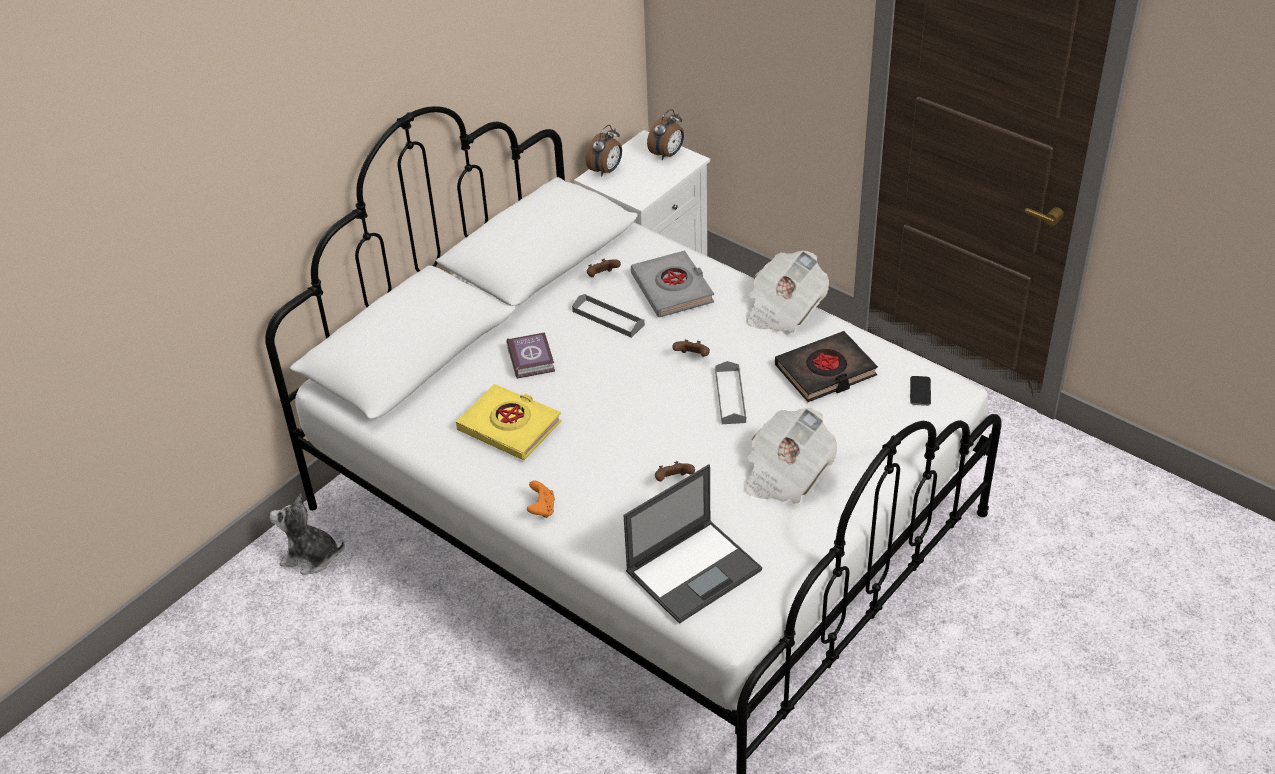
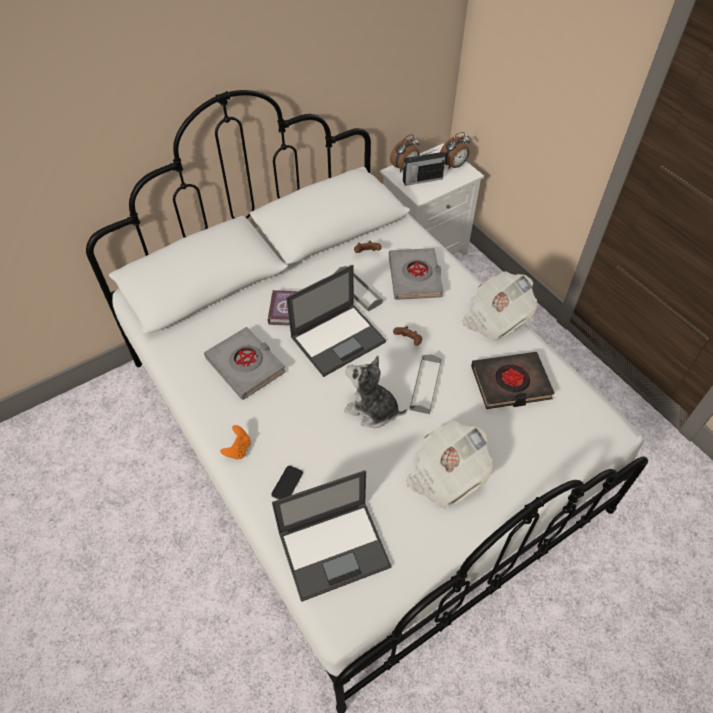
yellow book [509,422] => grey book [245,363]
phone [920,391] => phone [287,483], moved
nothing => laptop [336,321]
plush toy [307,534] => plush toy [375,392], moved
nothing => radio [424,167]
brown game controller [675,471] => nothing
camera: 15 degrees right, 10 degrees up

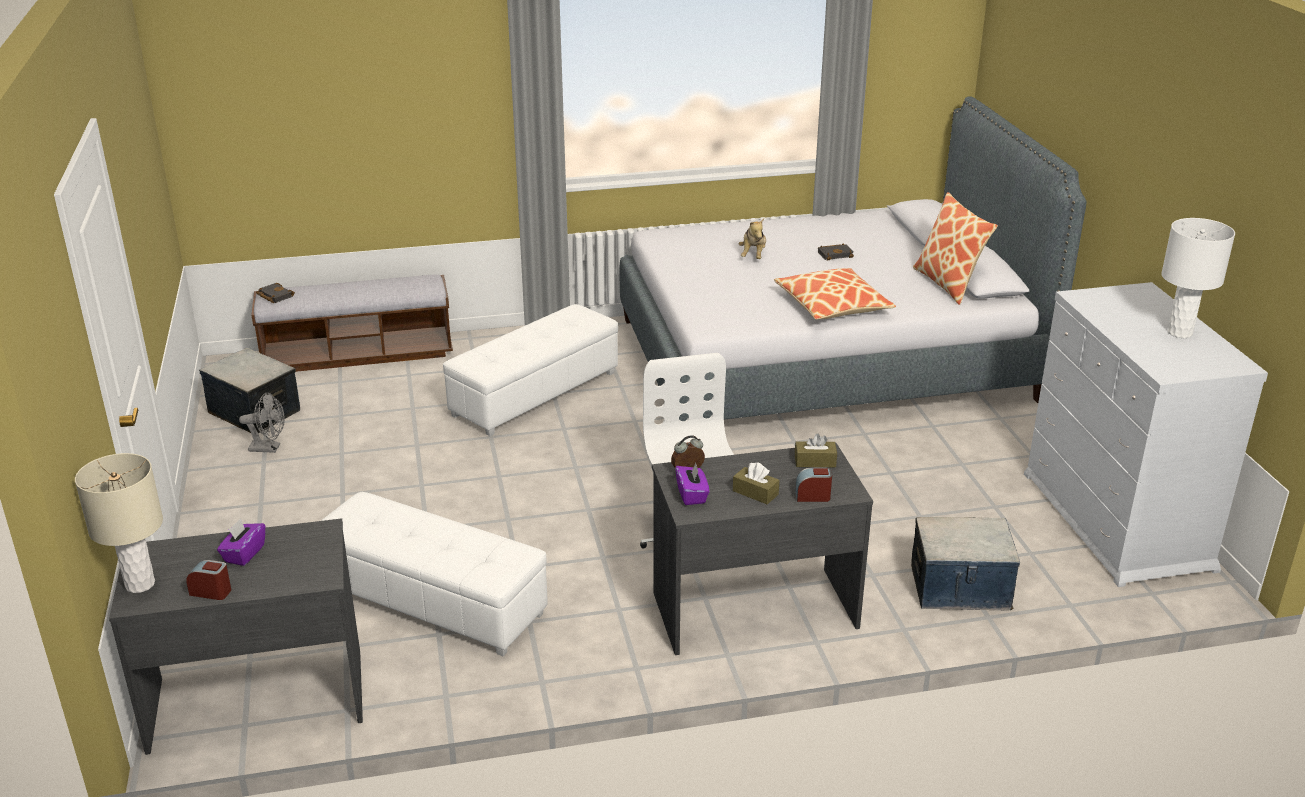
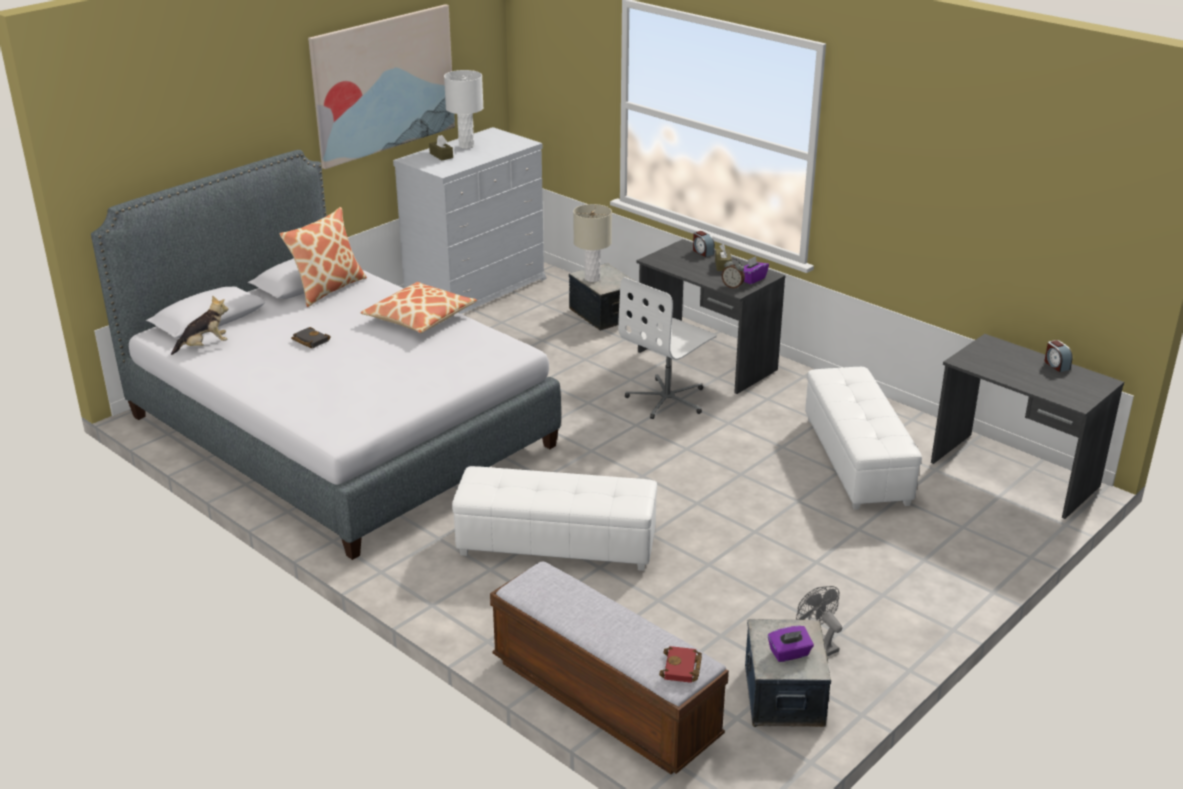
plush toy [752,238] => plush toy [199,325], moved
nothing => picture [381,86]
brown tissue box [816,450] => brown tissue box [441,147], moved
beige table lamp [119,523] => beige table lamp [592,243], moved
black book [275,293] => red book [680,664]
purple tissue box [241,542] => purple tissue box [791,644], moved
camera: 125 degrees left, 0 degrees up

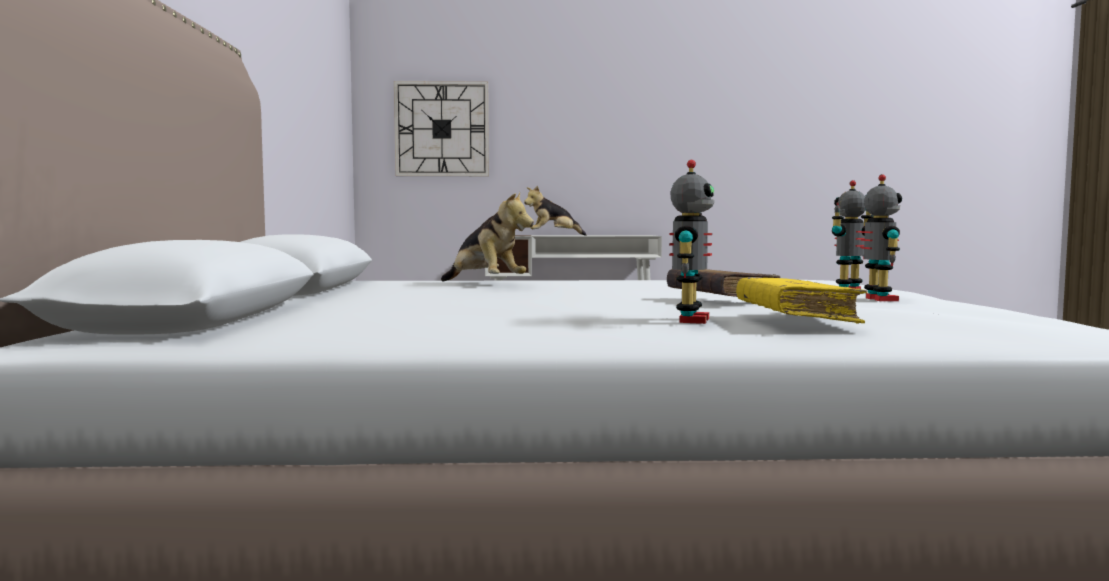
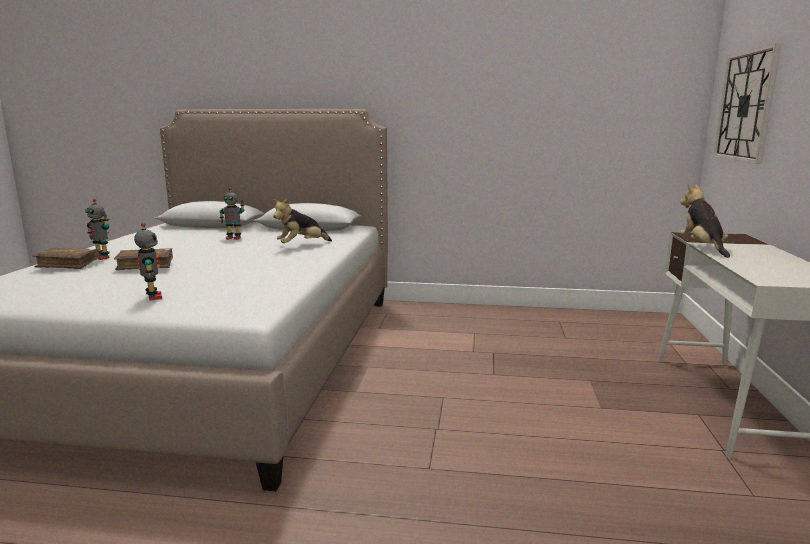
yellow book [801,300] => brown book [65,258]
toy robot [881,237] => toy robot [232,214], moved
camera: 100 degrees right, 10 degrees up

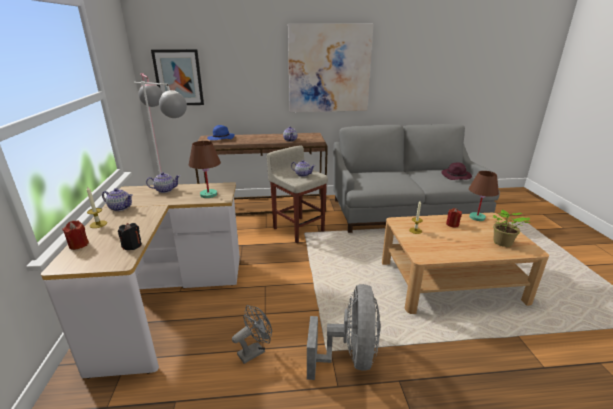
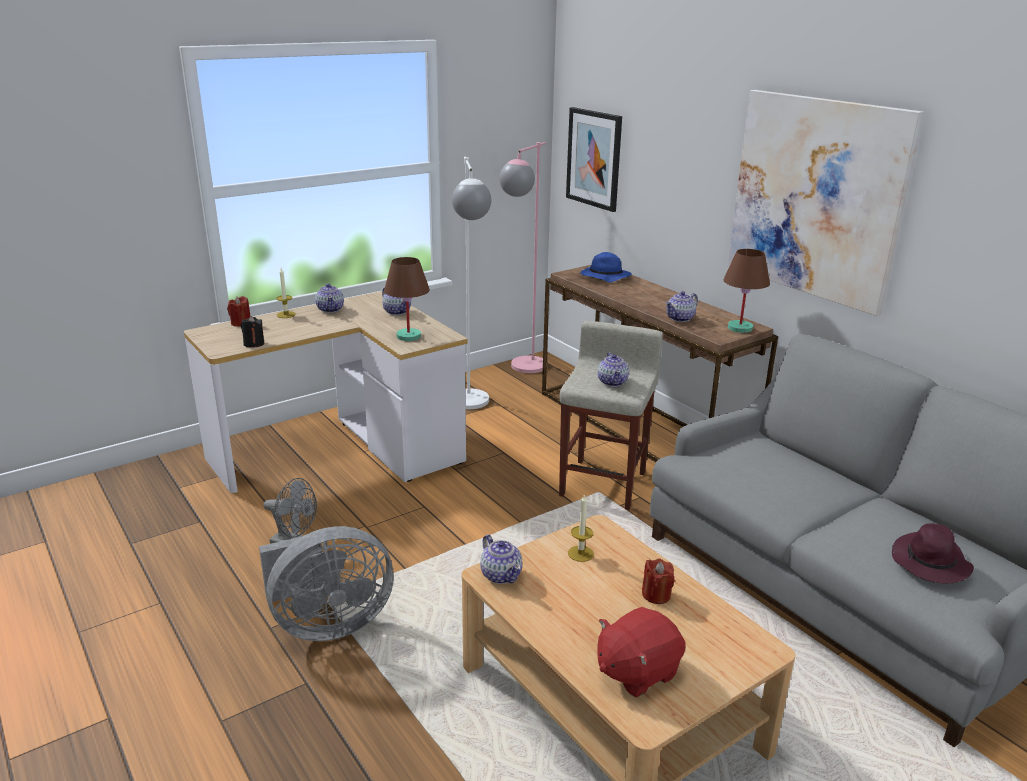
nothing => teapot [501,559]
potted plant [511,228] => red plush toy [641,652]
brown table lamp [484,196] => brown table lamp [746,291], moved
camera: 60 degrees right, 0 degrees up

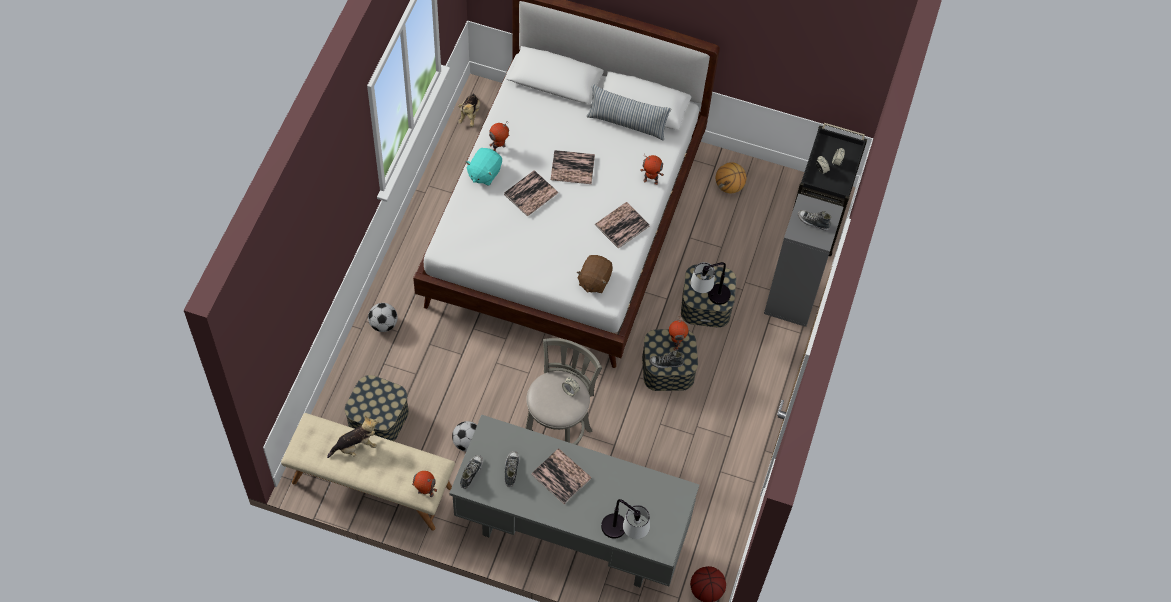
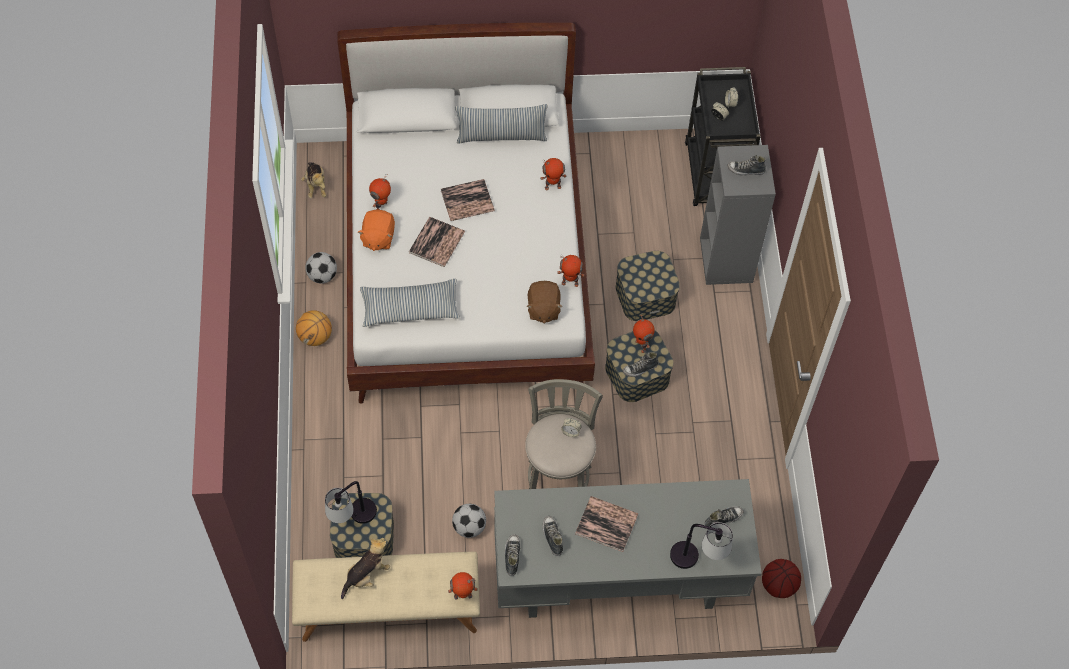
basketball [731,177] => basketball [314,328], moved
football [383,317] => football [321,268], moved
table lamp [710,283] => table lamp [351,502], moved
turquoise plush toy [484,166] => orange plush toy [376,230]
nothing => pillow [410,303]
nothing => toy robot [570,270]
nothing => shoe [723,516]
book [622,225] => nothing
camera: 20 degrees left, 0 degrees up

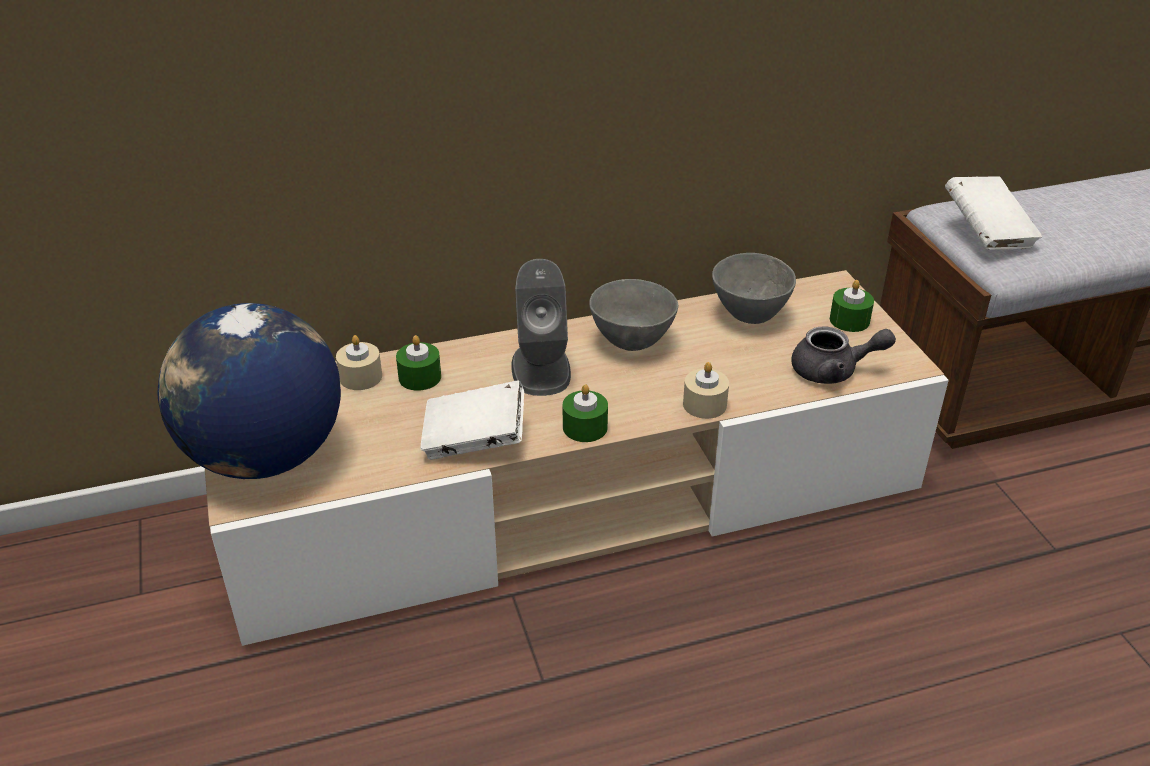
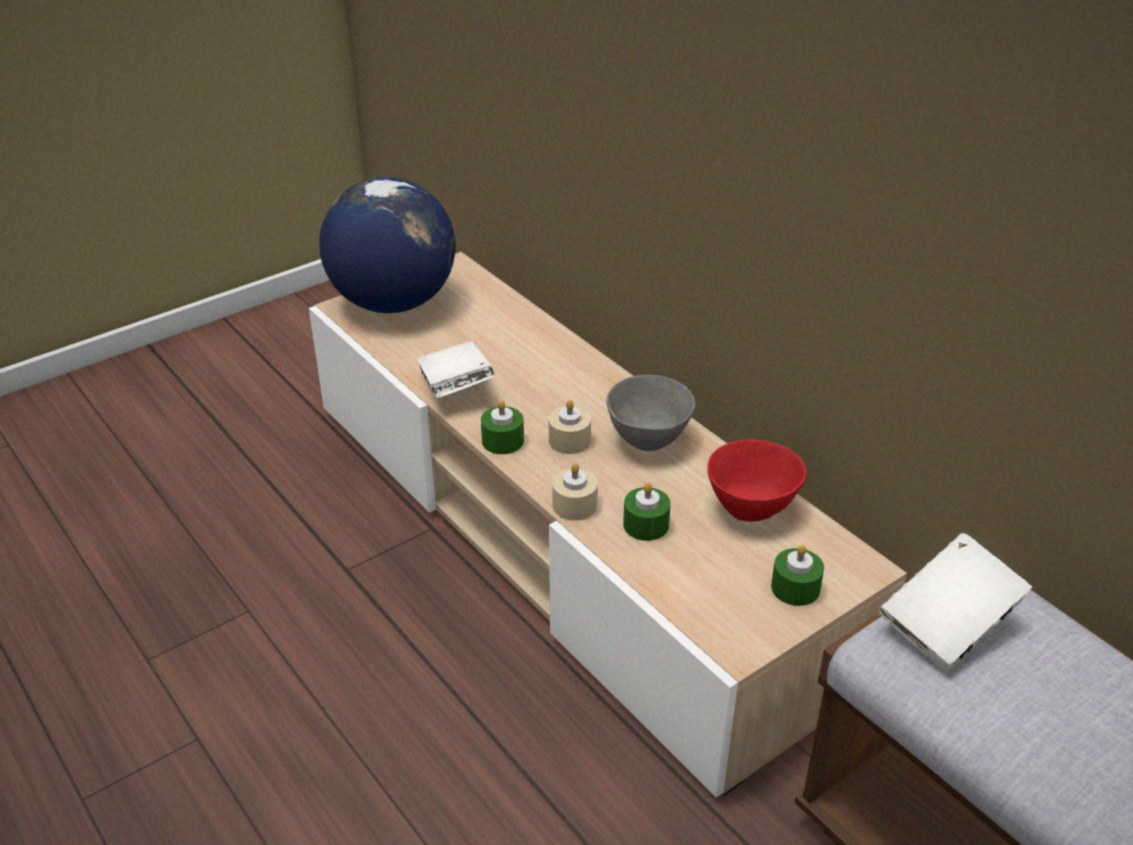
beige candle [359,362] => beige candle [570,427], moved
green candle [418,363] => green candle [647,512], moved
grey bowl [754,288] => red bowl [757,480]
grey speaker [541,327] => nothing
grey teapot [843,355] => nothing
camera: 70 degrees right, 0 degrees up

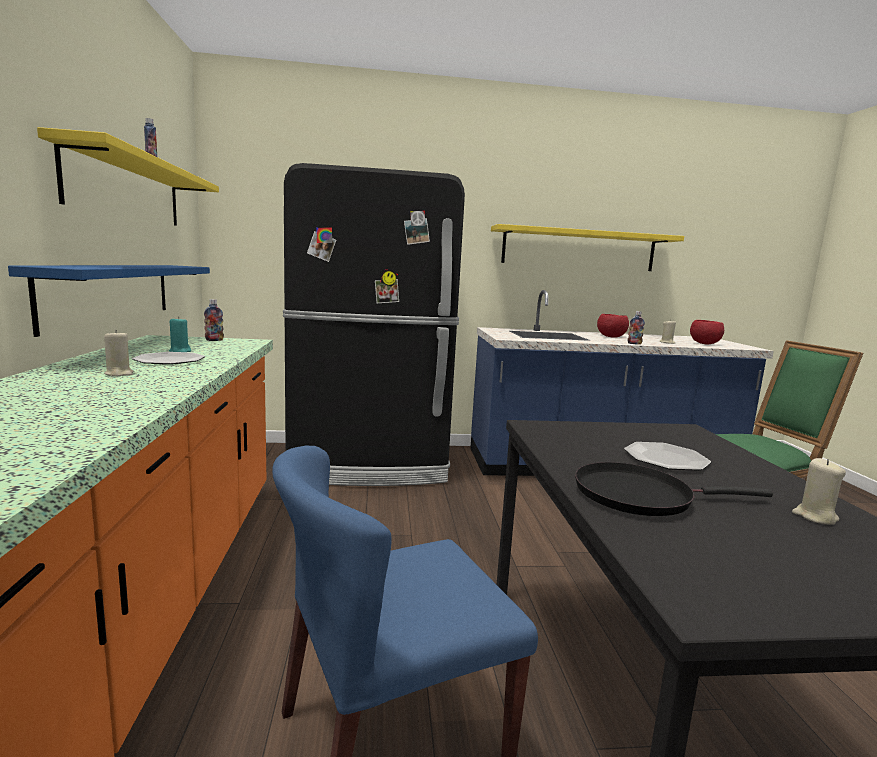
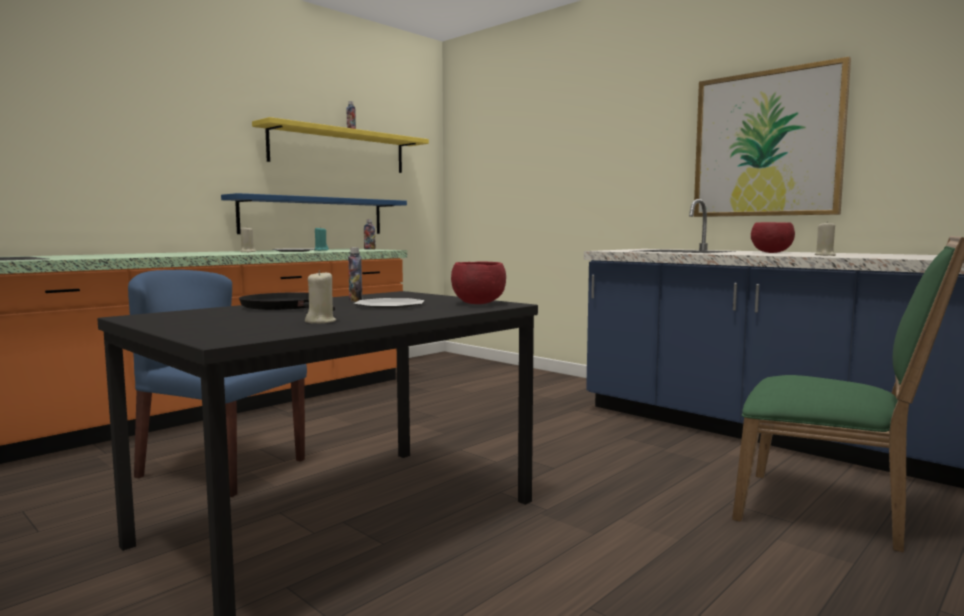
bottle [636,328] => bottle [355,275], moved
red bowl [707,332] => red bowl [478,283], moved
yellow shelf [587,247] => picture [772,137]
black fridge [374,324] => nothing
camera: 50 degrees right, 5 degrees down

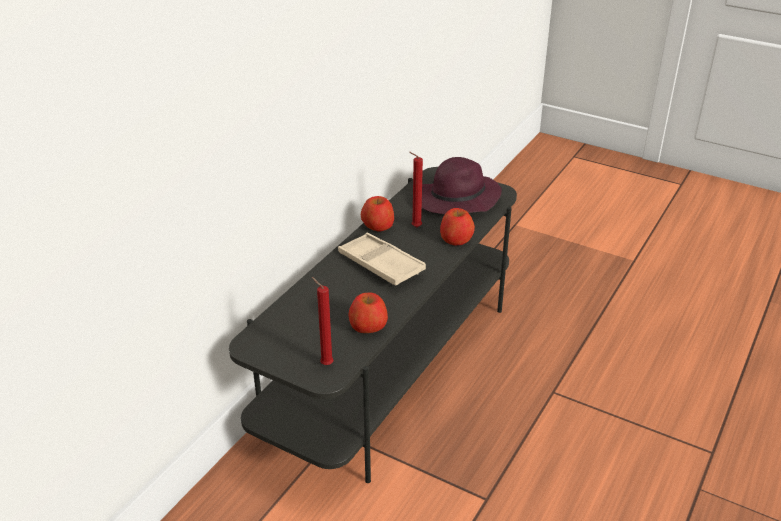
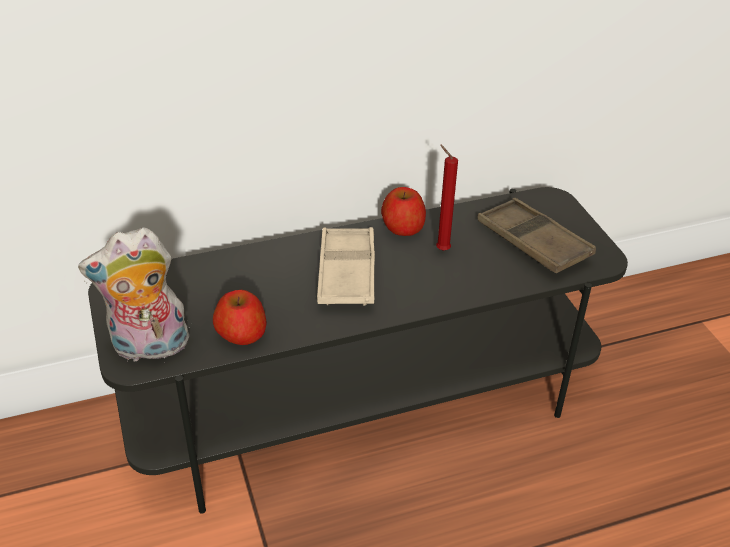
red candle [323,321] => plush toy [134,295]
purple hat [462,185] => brown tray [536,235]
apple [457,227] => nothing
camera: 40 degrees right, 5 degrees up

